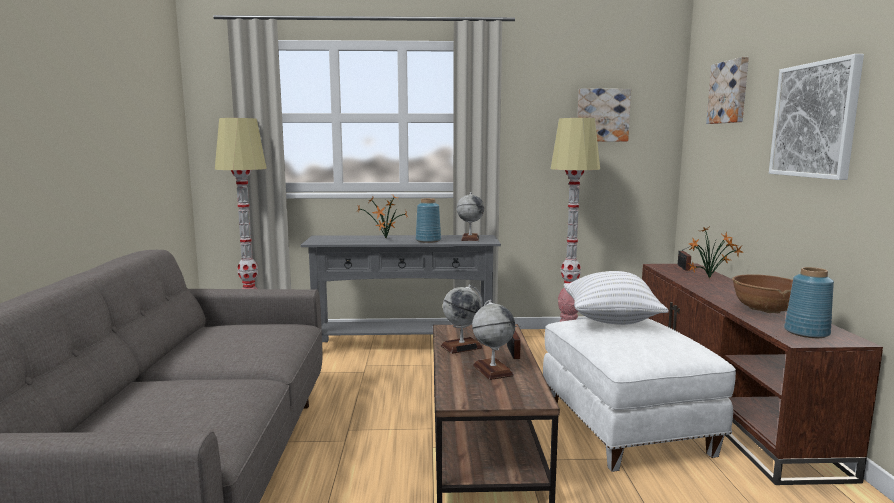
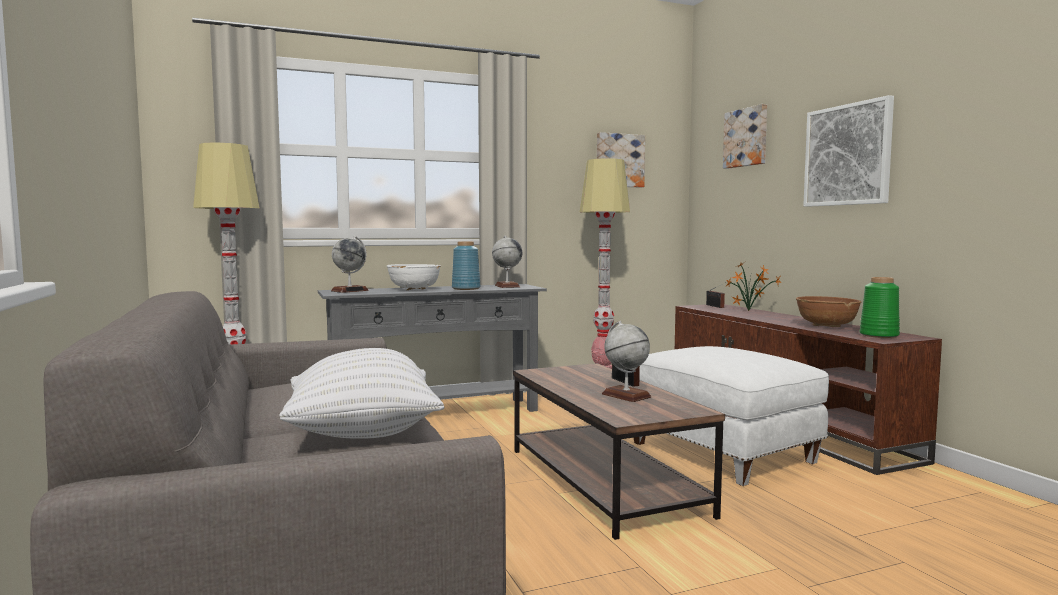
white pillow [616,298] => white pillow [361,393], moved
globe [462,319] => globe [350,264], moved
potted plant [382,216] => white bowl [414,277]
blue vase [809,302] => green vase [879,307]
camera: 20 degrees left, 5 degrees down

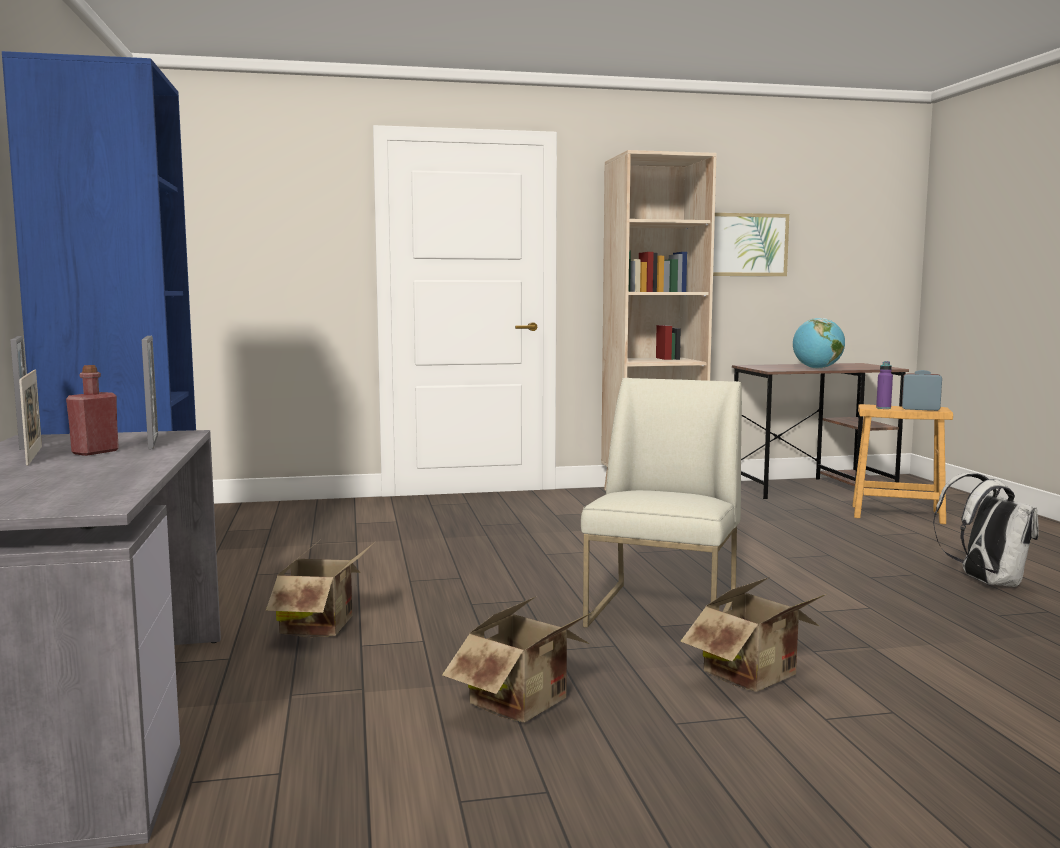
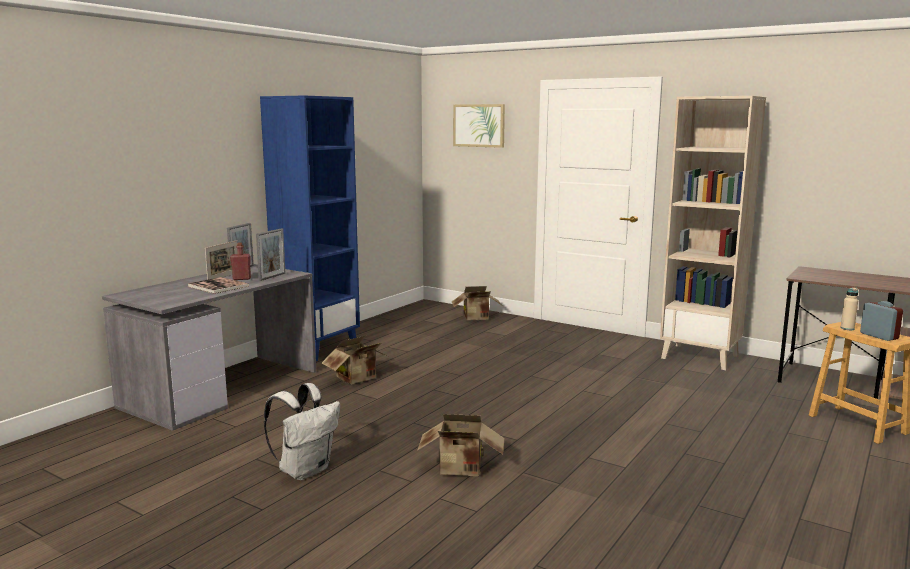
nothing => book [218,285]
white backpack [985,530] => white backpack [302,431], moved
cardboard box [518,659] => cardboard box [476,303], moved
picture [751,244] => picture [479,126], moved
purple bottle [884,385] => beige bottle [849,309]
white chair [661,503] => nothing
globe [819,343] => nothing
camera: 45 degrees right, 5 degrees up

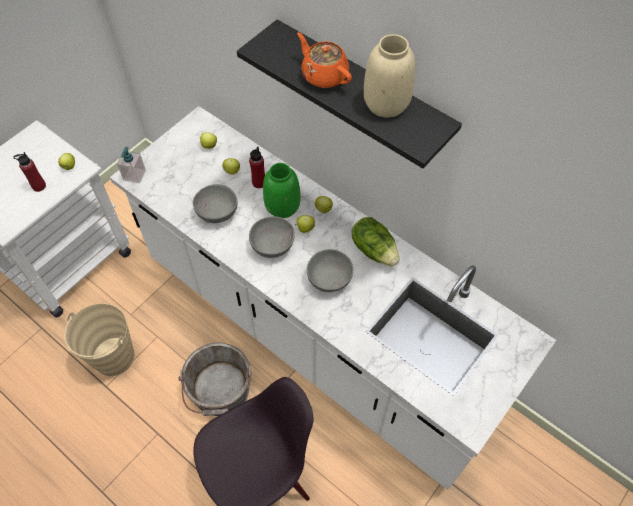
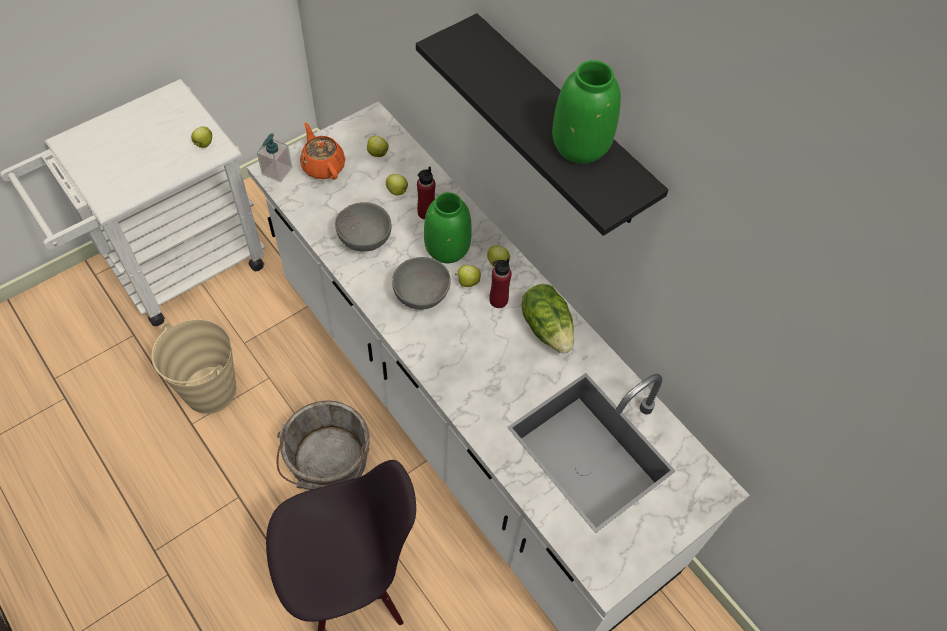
orange teapot [324,60] => orange teapot [322,151], moved
red bottle [29,172] => red bottle [500,283], moved
beige vase [390,76] => green vase [586,112]
grey bowl [330,270] => nothing
camera: 10 degrees right, 0 degrees up

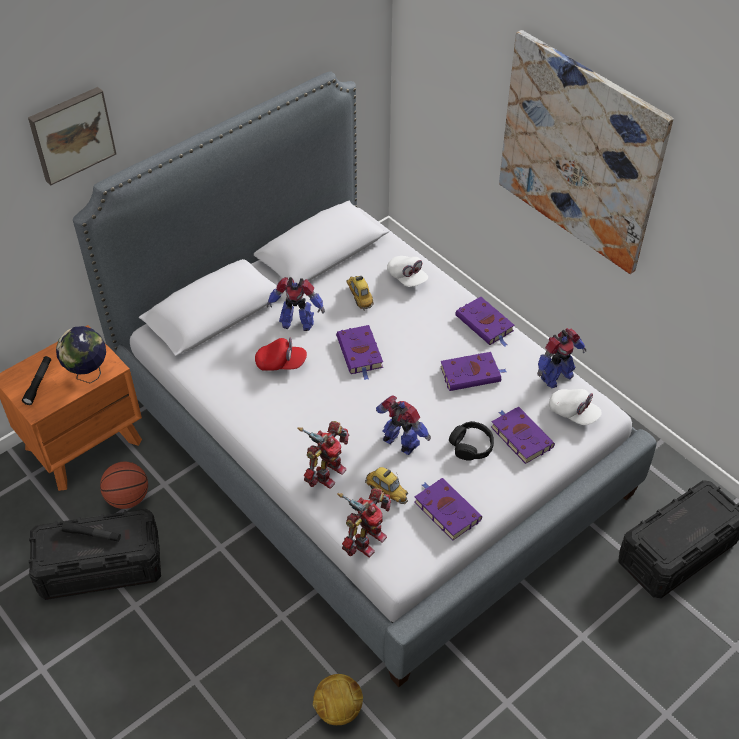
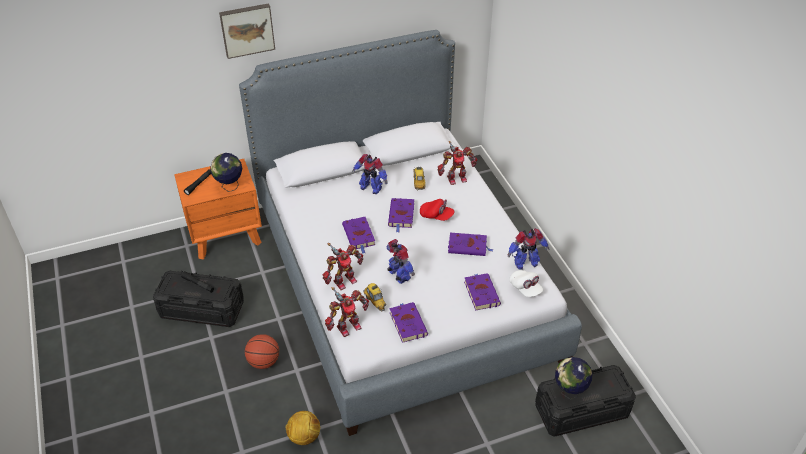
basketball [124,485] => basketball [262,351], moved
purple book [485,322] => purple book [358,235], moved
red cap [281,354] => red cap [437,210], moved
white cap [407,271] => toy robot [457,163]
nothing => globe [573,378]
black headphones [471,441] => nothing
picture [586,152] => nothing
camera: 20 degrees right, 5 degrees down

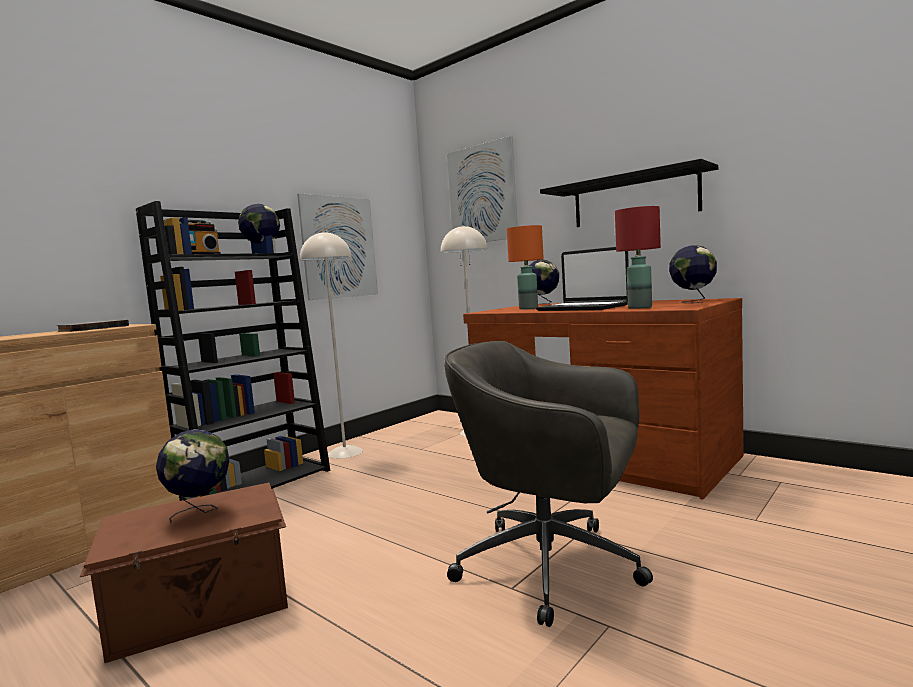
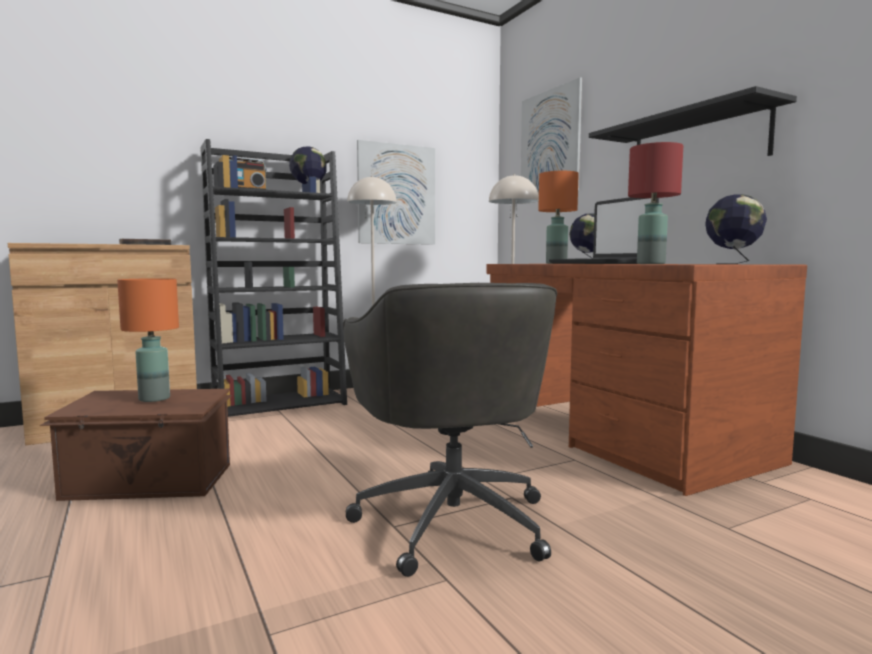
globe [193,476] => orange table lamp [148,340]
grey office chair [548,484] => grey office chair [450,430], 150 degrees counterclockwise
camera: 20 degrees right, 0 degrees up

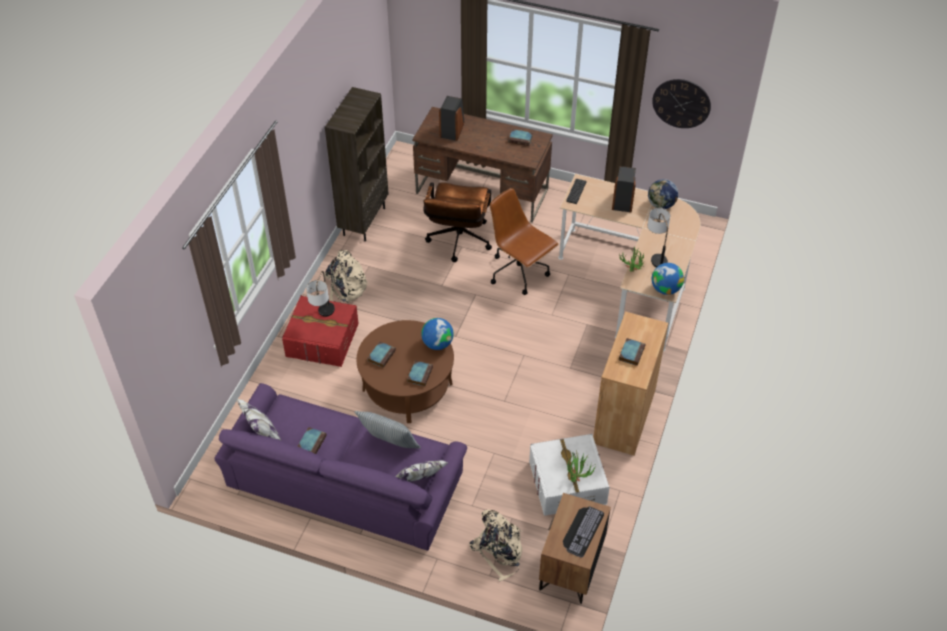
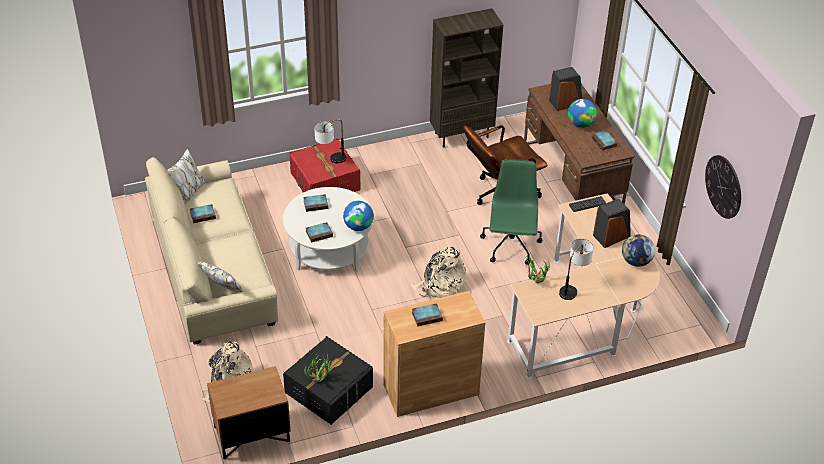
purple sofa [340,467] => beige sofa [211,247]
brown coffee table [405,371] => white coffee table [328,229]
white storage box [569,475] => black storage box [328,380]
beige backpack [347,277] => beige backpack [438,271], moved
brown office chair [524,241] => green office chair [511,212]
globe [668,279] => globe [582,113], moved
pillow [387,430] => nothing
keyboard [583,532] => nothing
camera: 50 degrees right, 5 degrees down

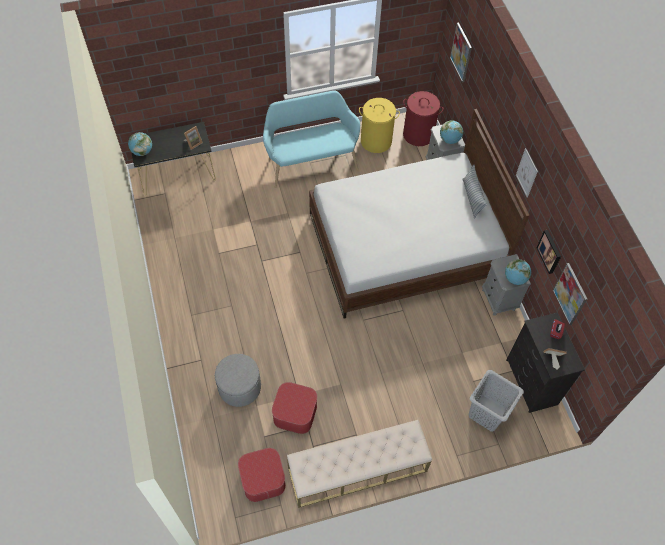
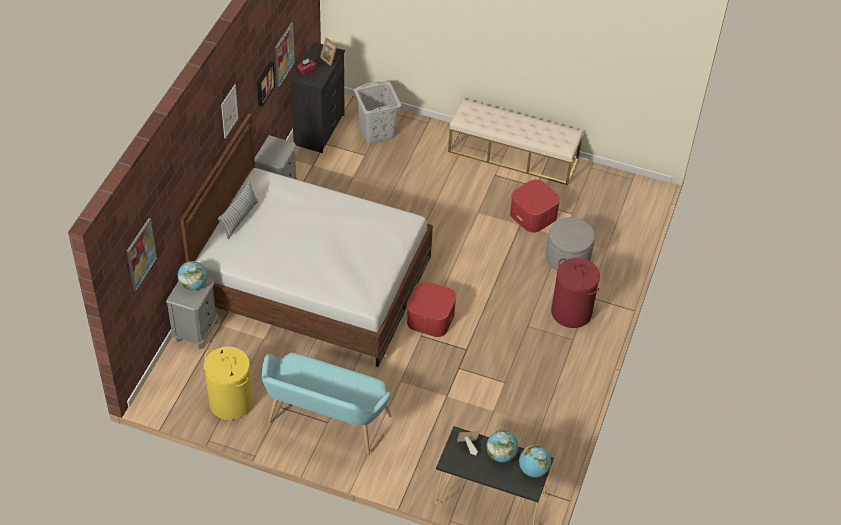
ottoman [262,475] => ottoman [431,309], moved
globe [518,272] => globe [502,446], moved
red laundry basket [423,118] => red laundry basket [575,293], moved
camera: 145 degrees left, 10 degrees down

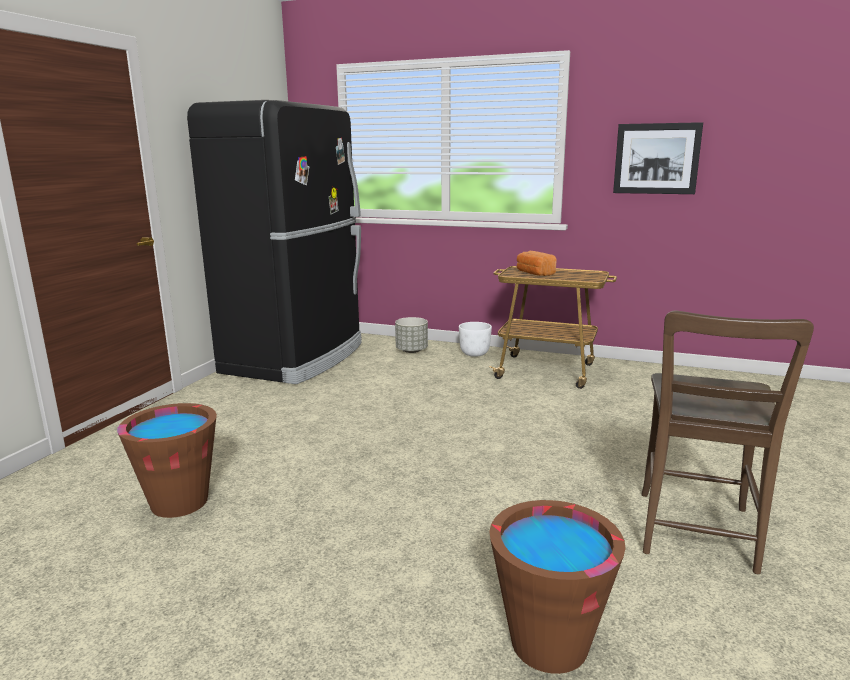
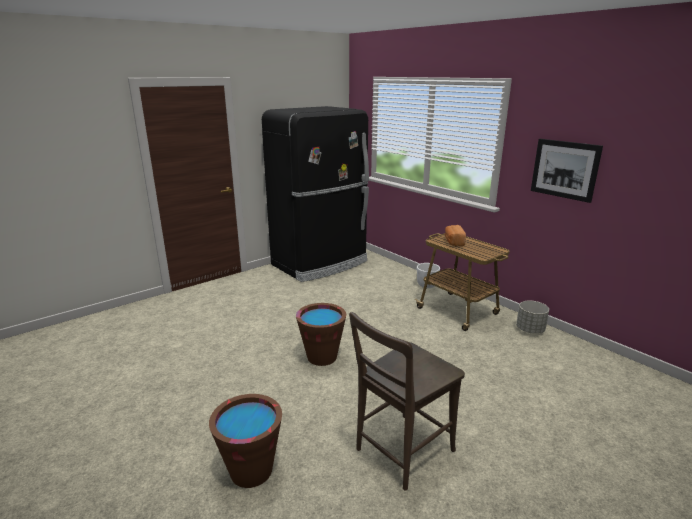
brown bucket [167,460] => brown bucket [321,334], moved
grey planter [411,335] => grey planter [532,317], moved
camera: 30 degrees right, 5 degrees up

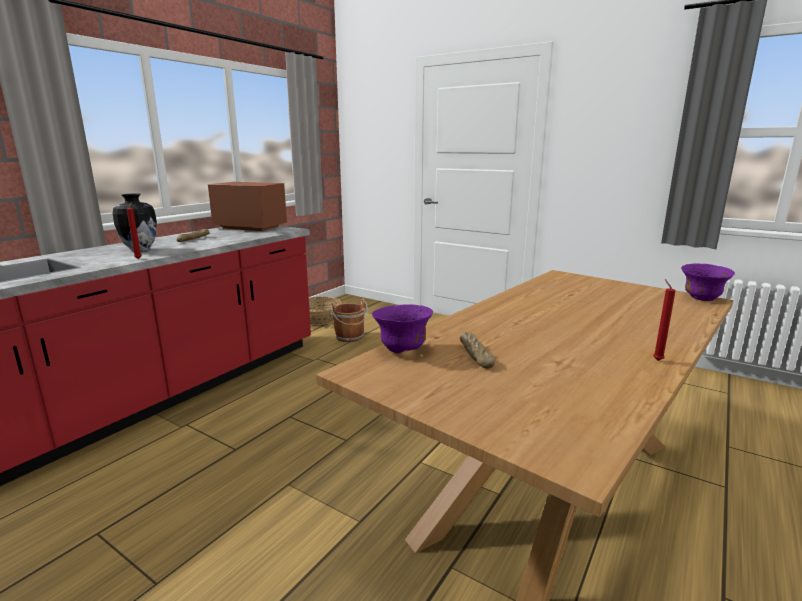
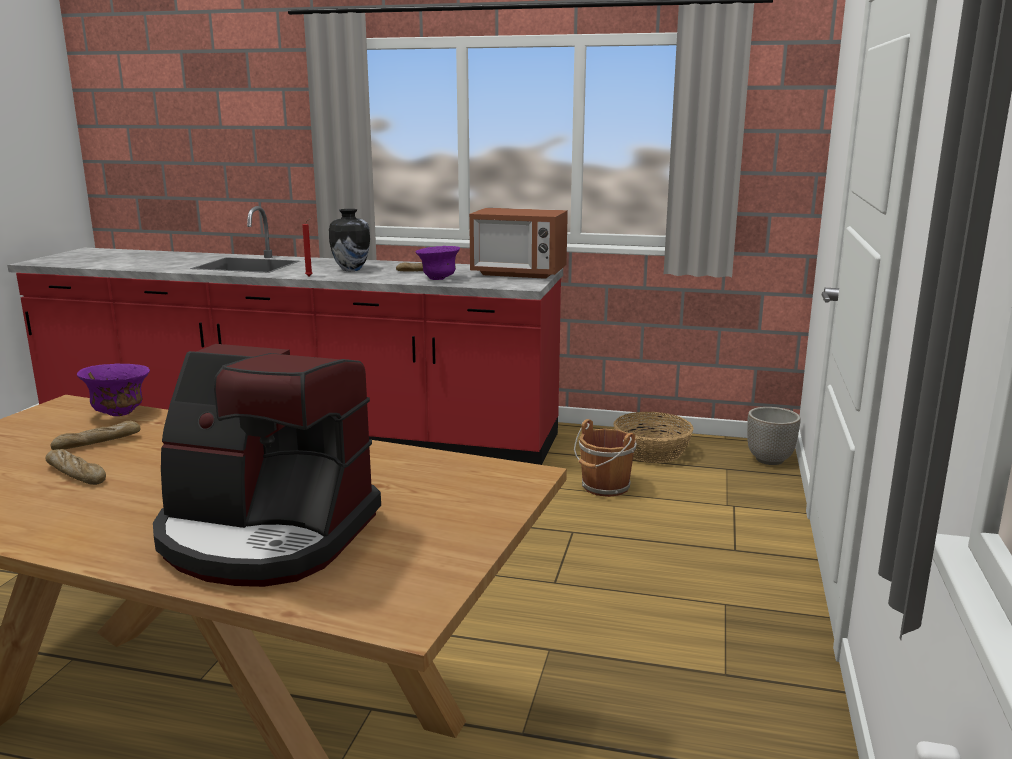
nothing => bread [75,467]
nothing => coffee machine [267,465]
purple bowl [708,282] => purple bowl [438,263], moved
microwave [247,206] => microwave [518,243], 105 degrees clockwise
nothing => planter [774,436]
red candle [664,320] => nothing
camera: 70 degrees right, 0 degrees up

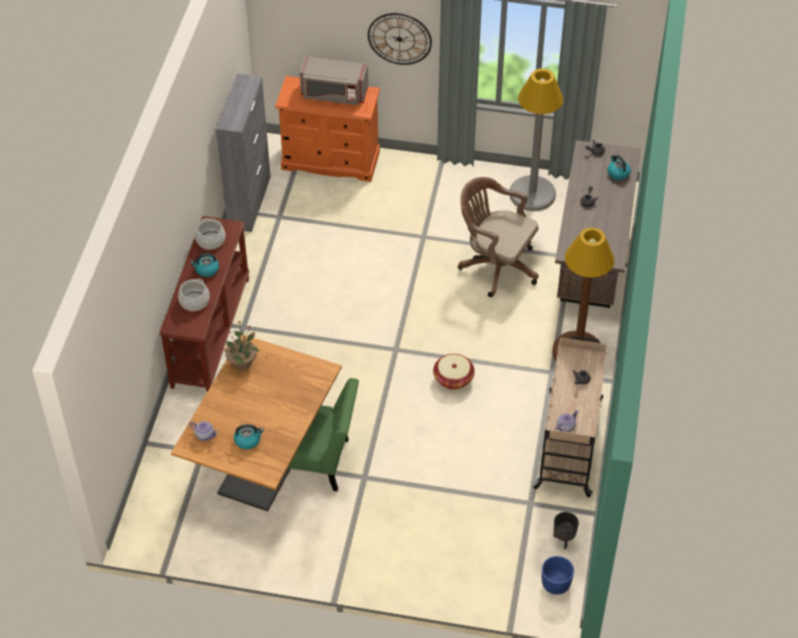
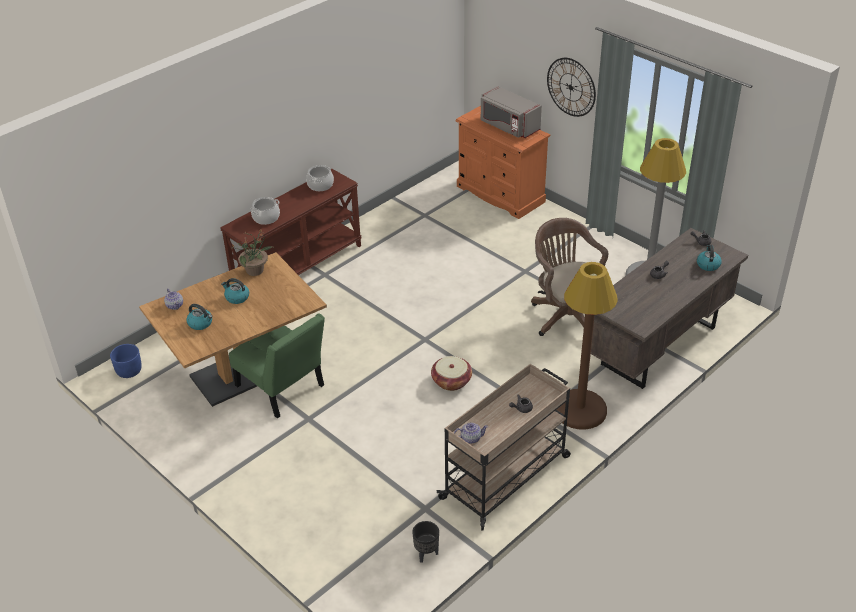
blue planter [558,575] => blue planter [126,361], moved
kettle [204,265] => kettle [235,291], moved
grey cabinet [243,153] => nothing
camera: 35 degrees right, 10 degrees down

